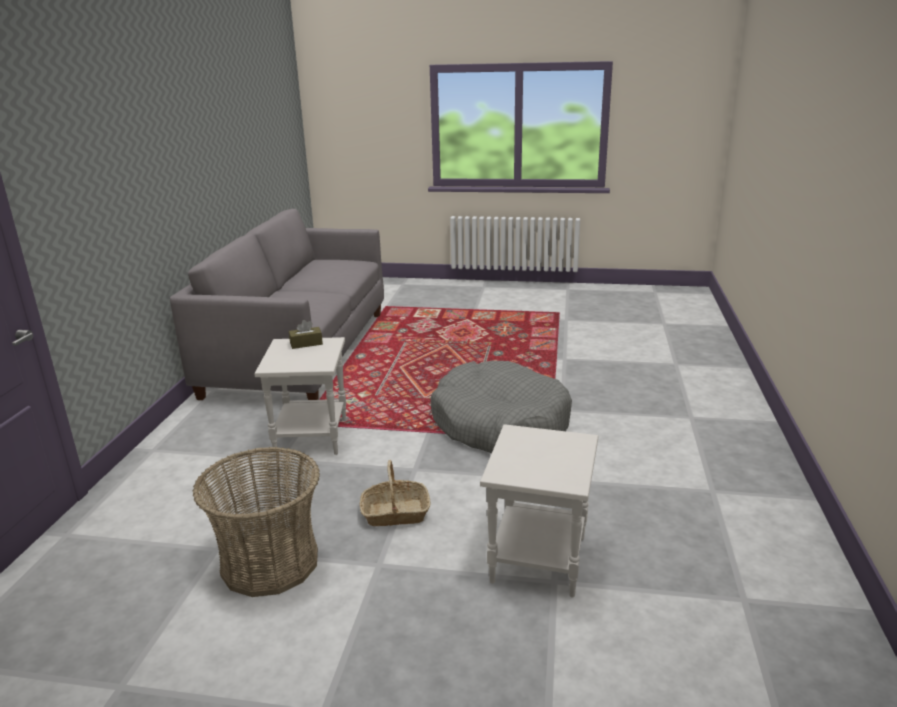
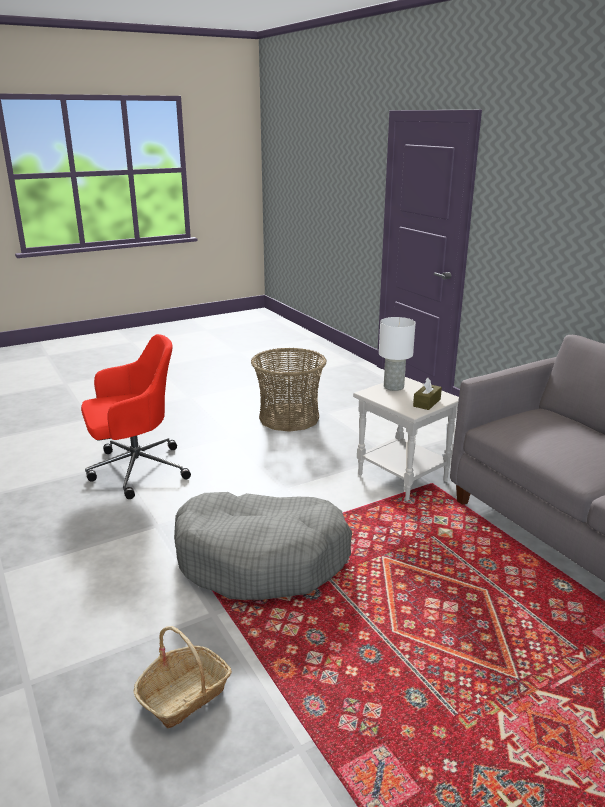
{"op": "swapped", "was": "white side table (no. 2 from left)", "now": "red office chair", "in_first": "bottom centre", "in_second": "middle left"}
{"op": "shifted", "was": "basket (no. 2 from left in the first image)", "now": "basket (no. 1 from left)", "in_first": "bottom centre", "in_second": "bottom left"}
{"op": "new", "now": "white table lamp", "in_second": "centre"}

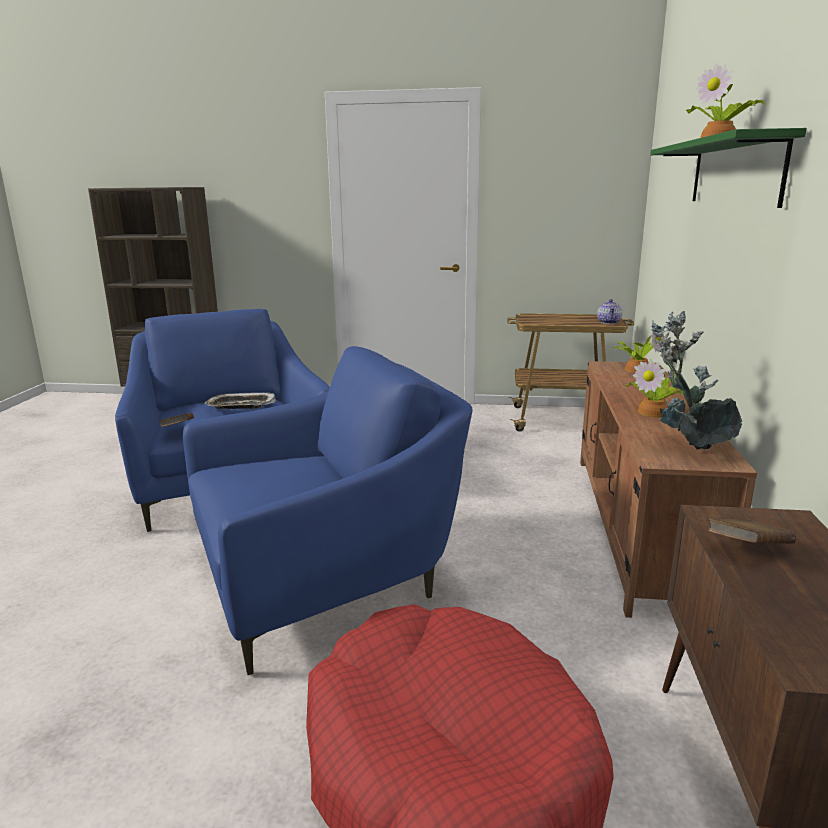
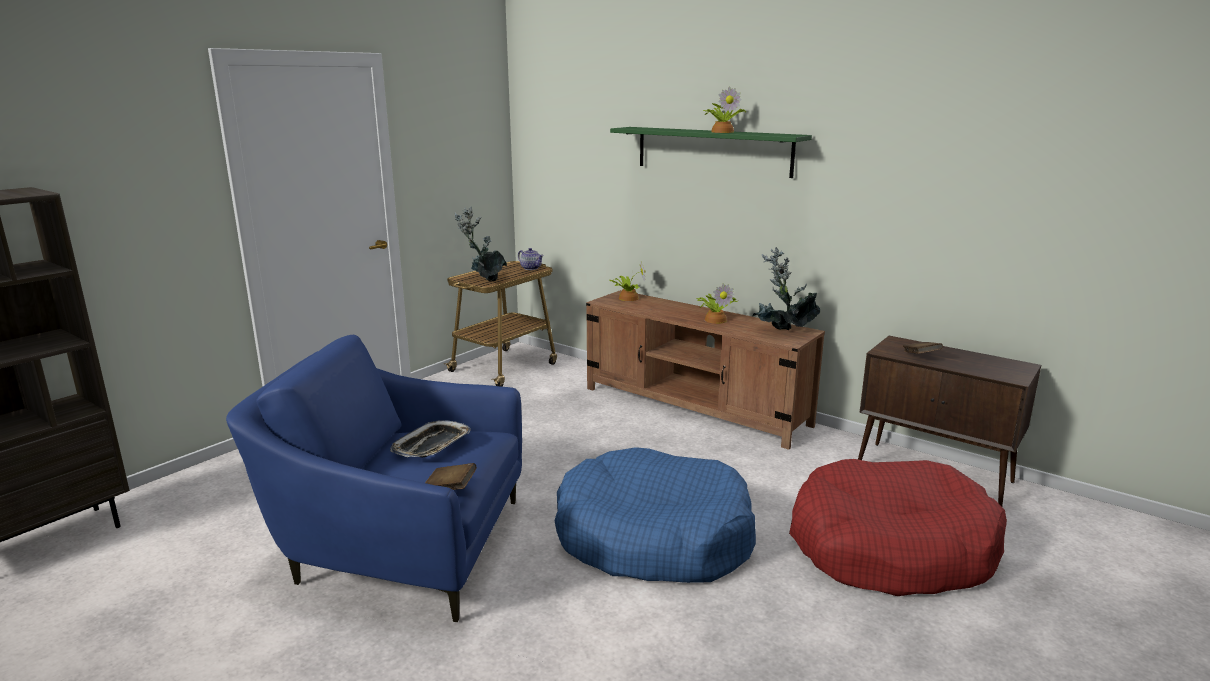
{"op": "new", "now": "potted plant (no. 1 from left)", "in_second": "centre"}
{"op": "swapped", "was": "blue armchair (no. 2 from left)", "now": "blue dog bed", "in_first": "centre", "in_second": "bottom centre"}

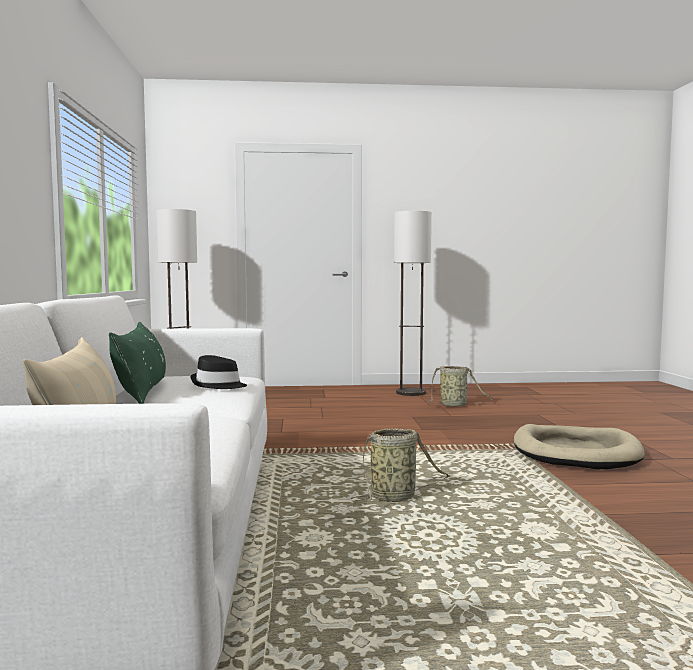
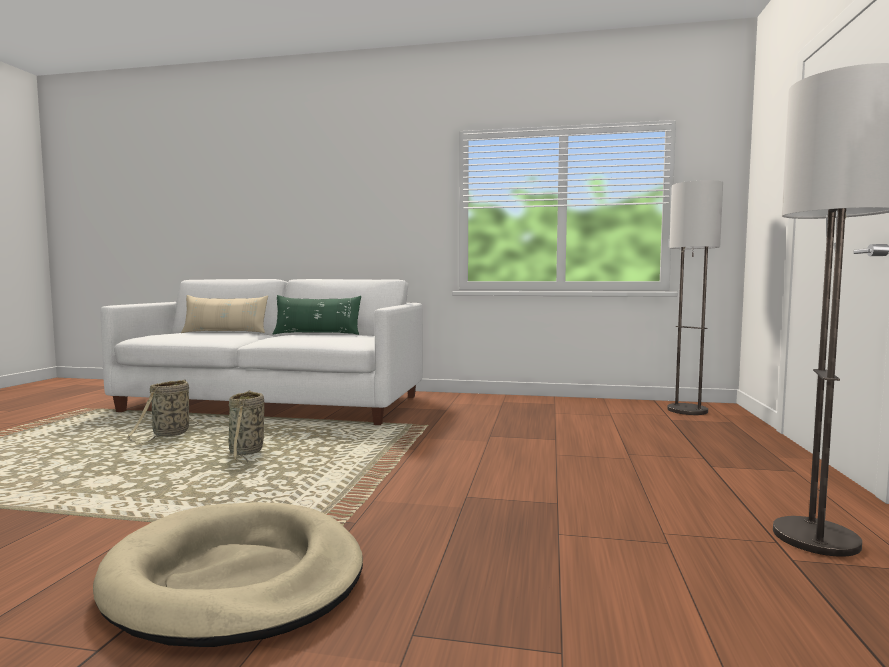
{"op": "shifted", "was": "basket (no. 2 from left in the first image)", "now": "basket (no. 1 from left)", "in_first": "centre", "in_second": "middle left"}
{"op": "gone", "was": "black hat", "in_first": "middle left"}

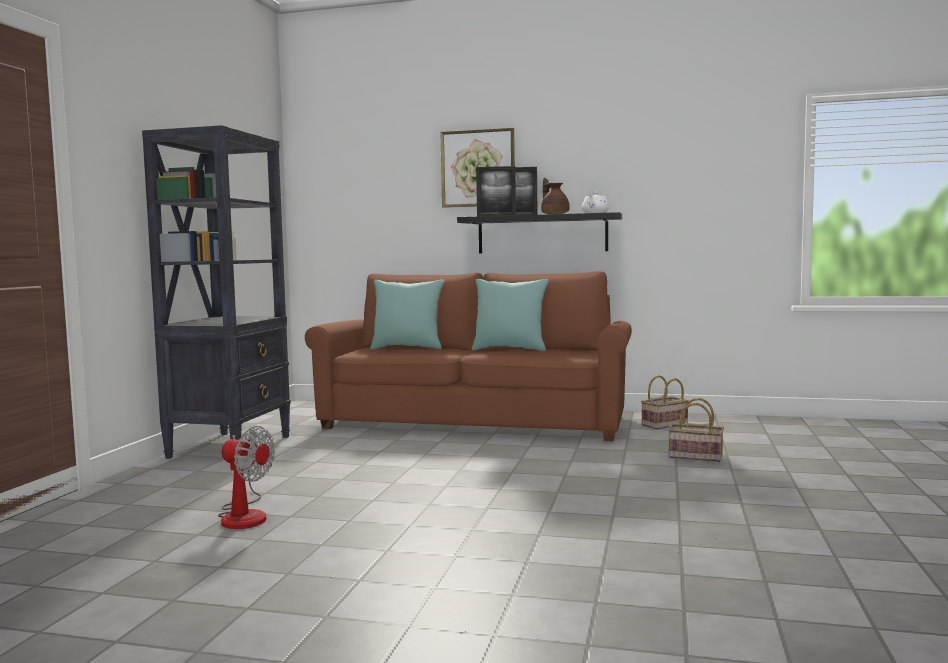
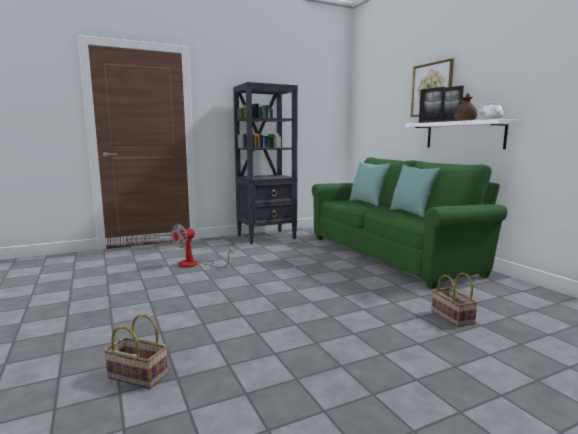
{"op": "shifted", "was": "basket (no. 1 from left)", "in_first": "middle right", "in_second": "bottom left"}
{"op": "rotated", "was": "fan", "in_first": "bottom left", "in_second": "centre", "clockwise": 60}
{"op": "repainted", "was": "brown sofa", "now": "green sofa", "in_first": "centre", "in_second": "middle right"}
{"op": "repainted", "was": "black shelf", "now": "white shelf", "in_first": "centre", "in_second": "top right"}

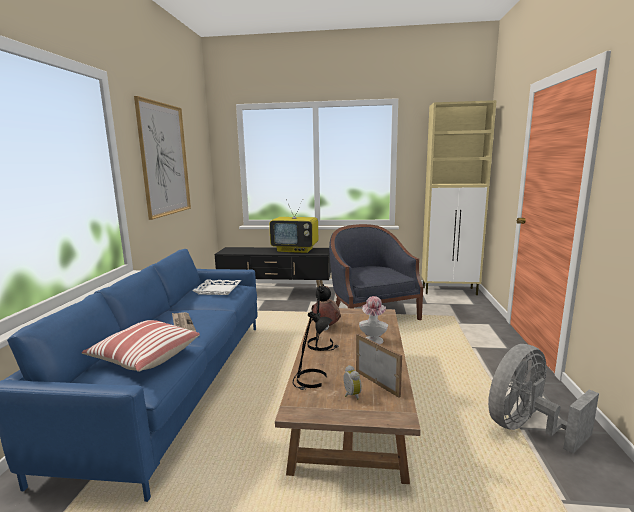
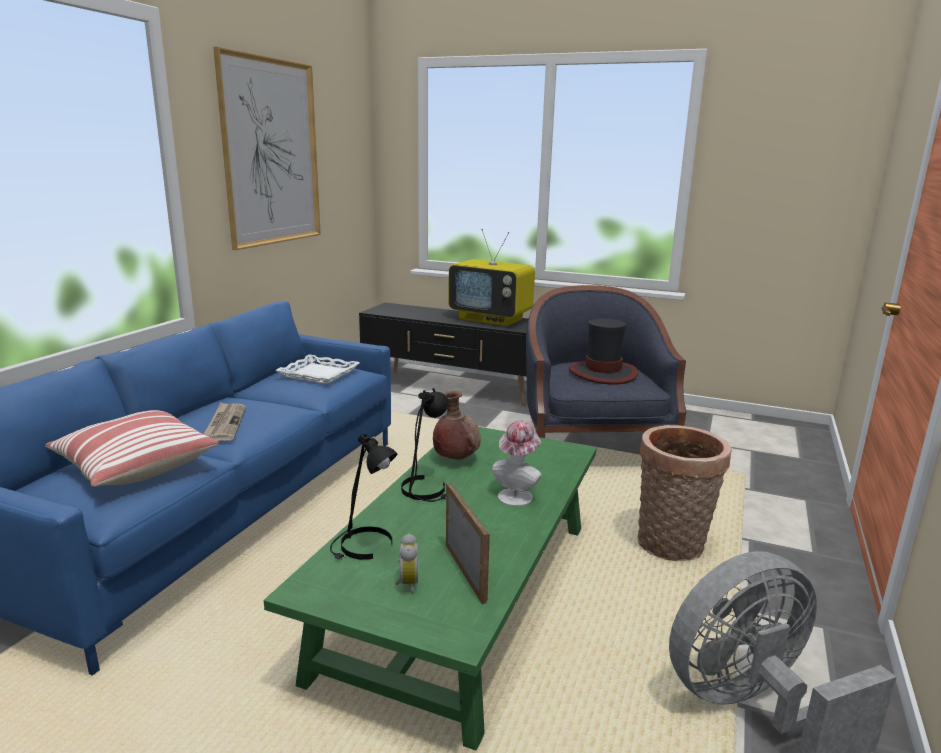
{"op": "repainted", "was": "brown coffee table", "now": "green coffee table", "in_first": "bottom centre", "in_second": "bottom centre"}
{"op": "new", "now": "hat (no. 2 from left)", "in_second": "centre"}
{"op": "new", "now": "basket", "in_second": "middle right"}
{"op": "gone", "was": "beige cabinet", "in_first": "middle right"}

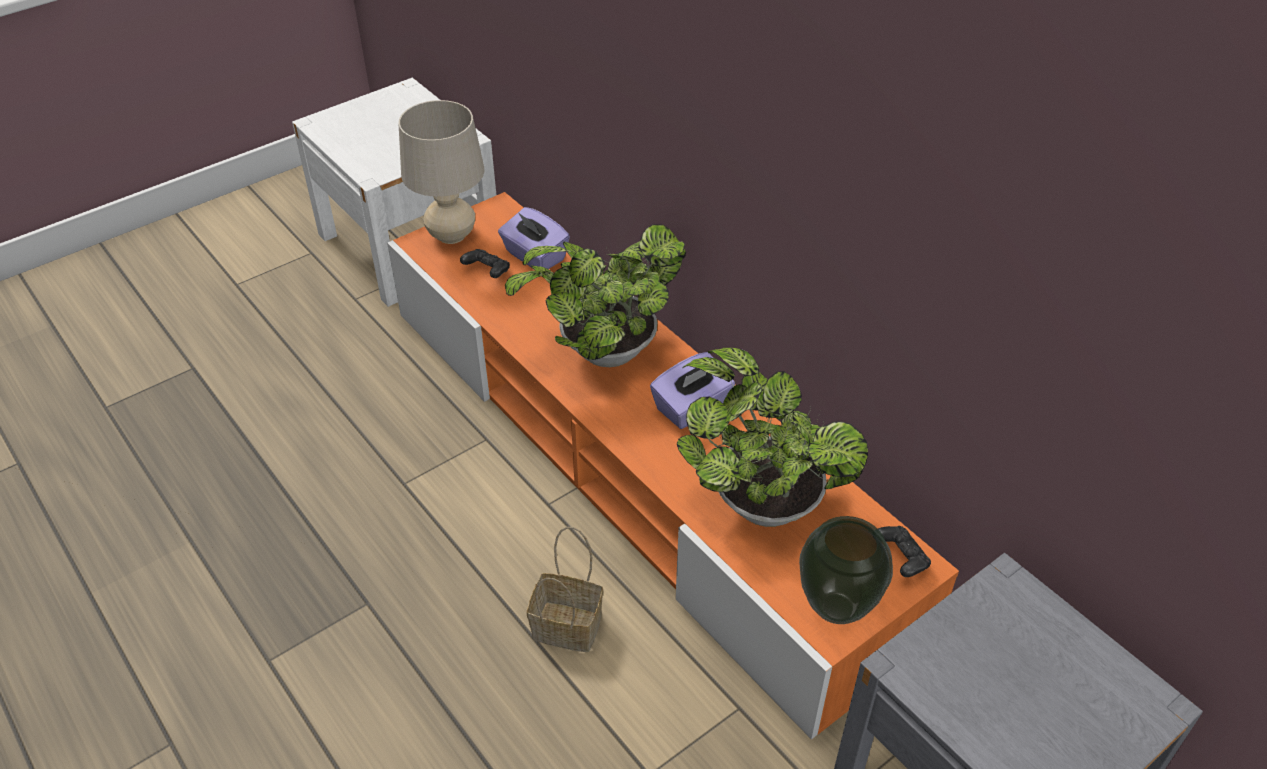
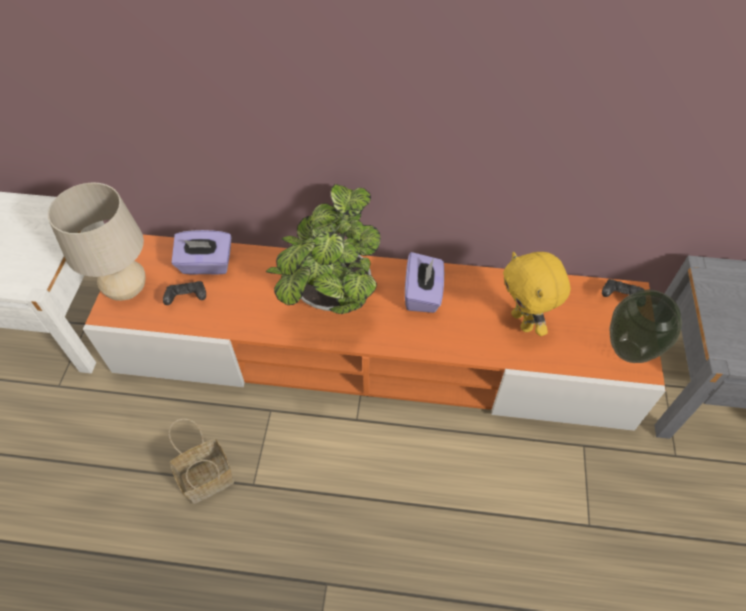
{"op": "shifted", "was": "basket", "in_first": "bottom centre", "in_second": "bottom left"}
{"op": "swapped", "was": "potted plant (no. 2 from left)", "now": "yellow plush toy", "in_first": "centre", "in_second": "middle right"}

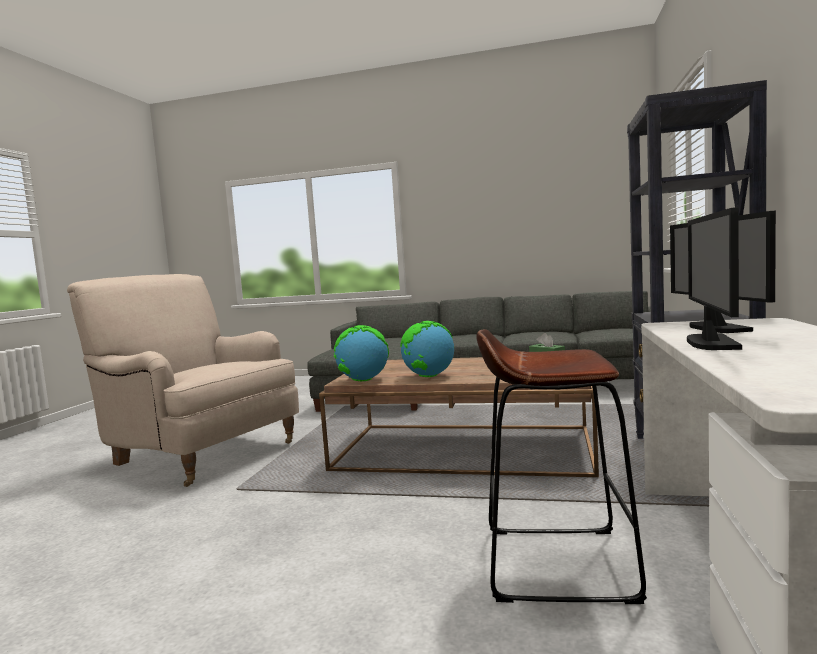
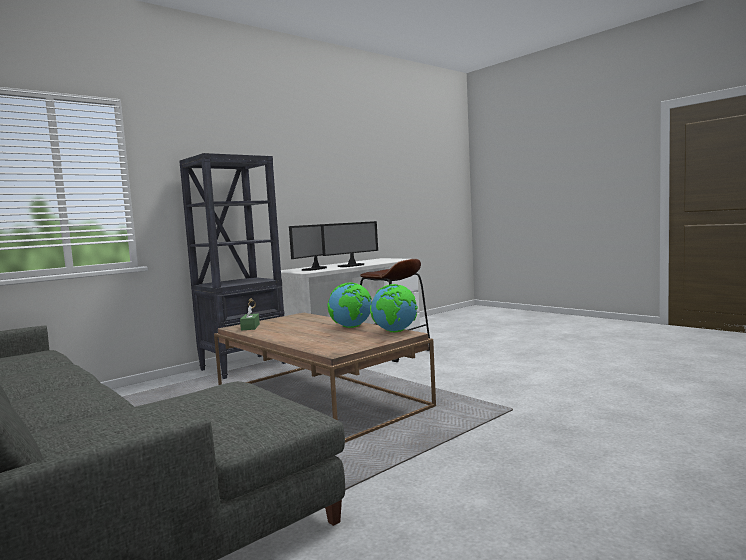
{"op": "gone", "was": "beige armchair", "in_first": "middle left"}

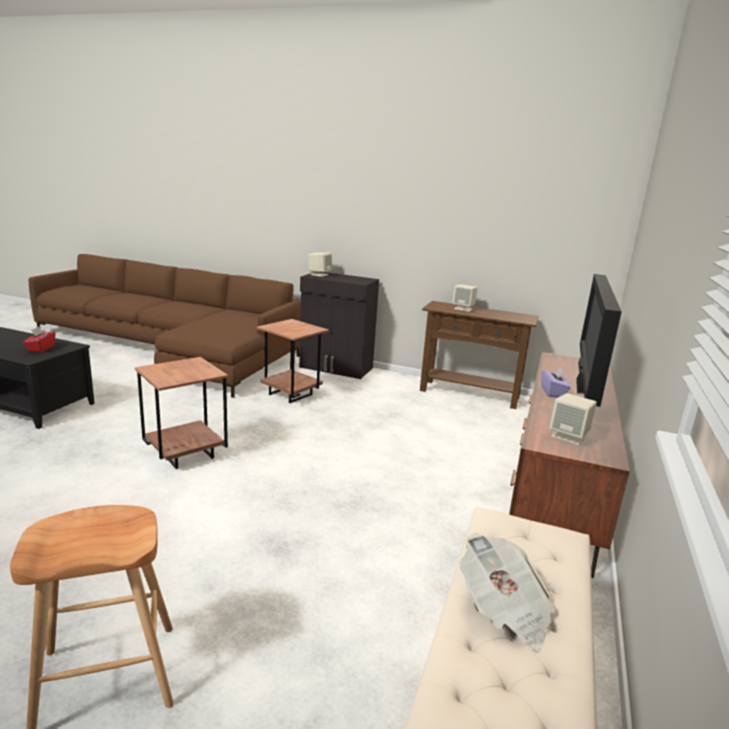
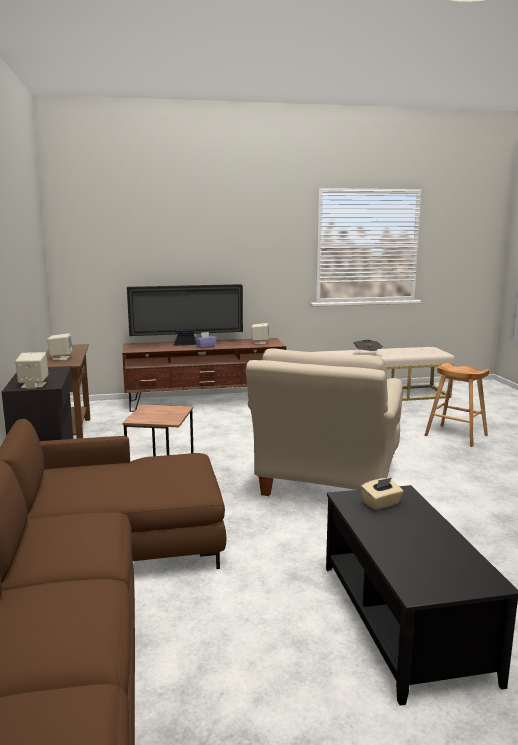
{"op": "swapped", "was": "brown side table (no. 1 from left)", "now": "beige armchair", "in_first": "middle left", "in_second": "centre"}
{"op": "repainted", "was": "red tissue box", "now": "beige tissue box", "in_first": "middle left", "in_second": "middle right"}

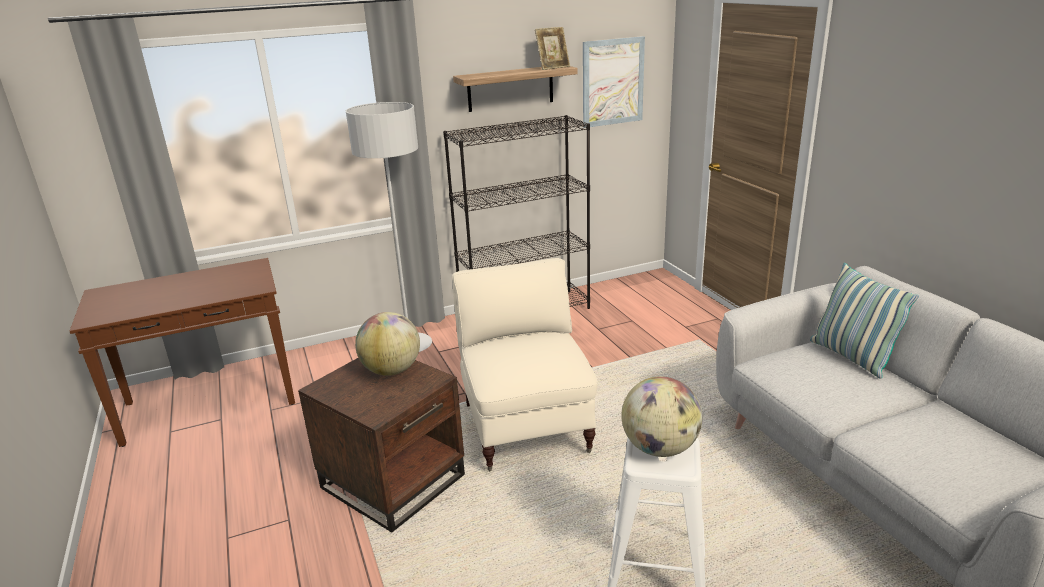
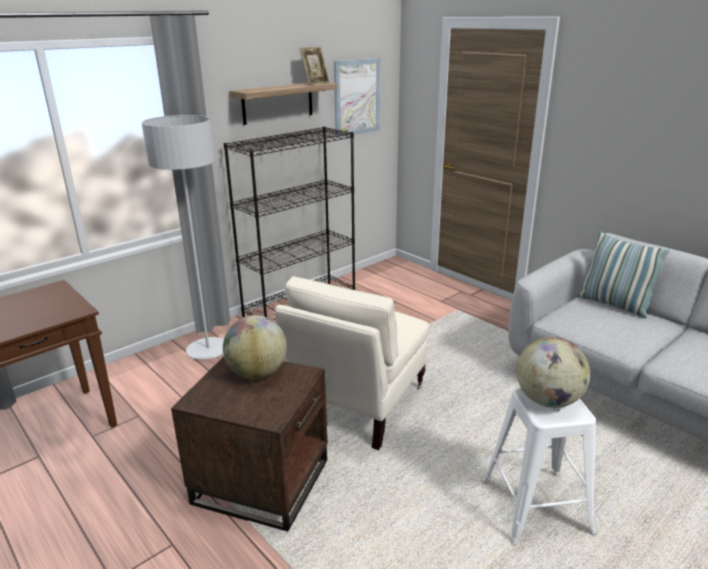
{"op": "rotated", "was": "beige armchair", "in_first": "centre", "in_second": "centre", "clockwise": -120}

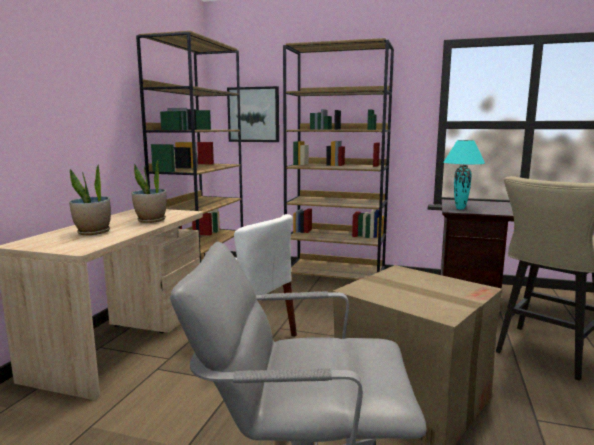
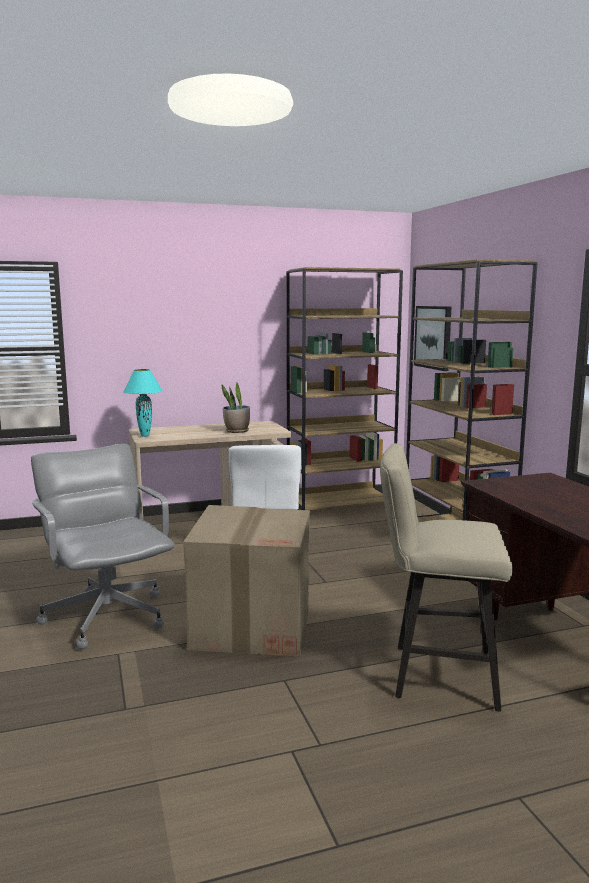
{"op": "shifted", "was": "turquoise table lamp", "in_first": "middle right", "in_second": "middle left"}
{"op": "gone", "was": "potted plant (no. 1 from left)", "in_first": "middle left"}

